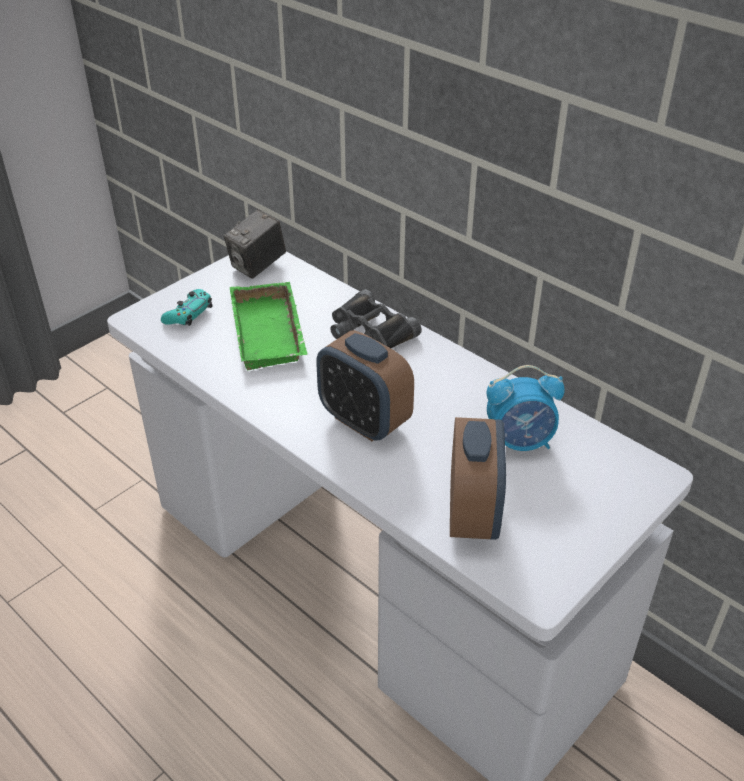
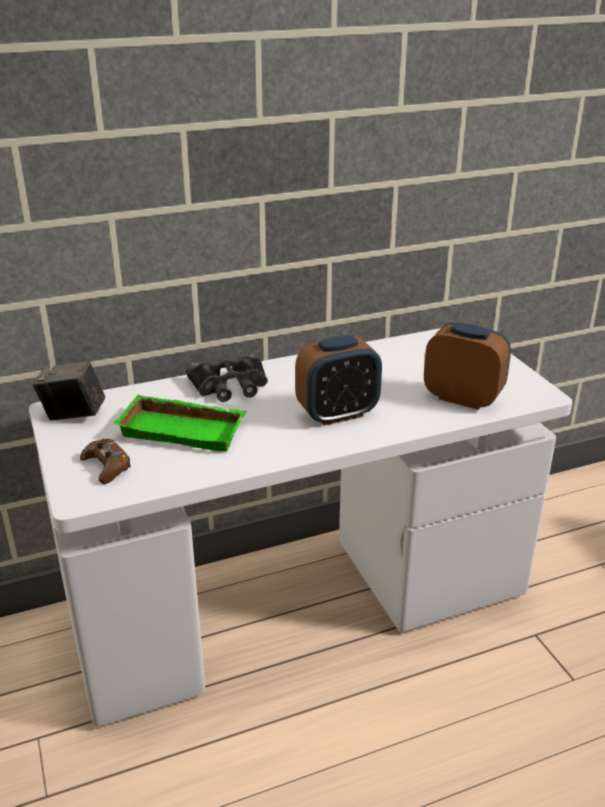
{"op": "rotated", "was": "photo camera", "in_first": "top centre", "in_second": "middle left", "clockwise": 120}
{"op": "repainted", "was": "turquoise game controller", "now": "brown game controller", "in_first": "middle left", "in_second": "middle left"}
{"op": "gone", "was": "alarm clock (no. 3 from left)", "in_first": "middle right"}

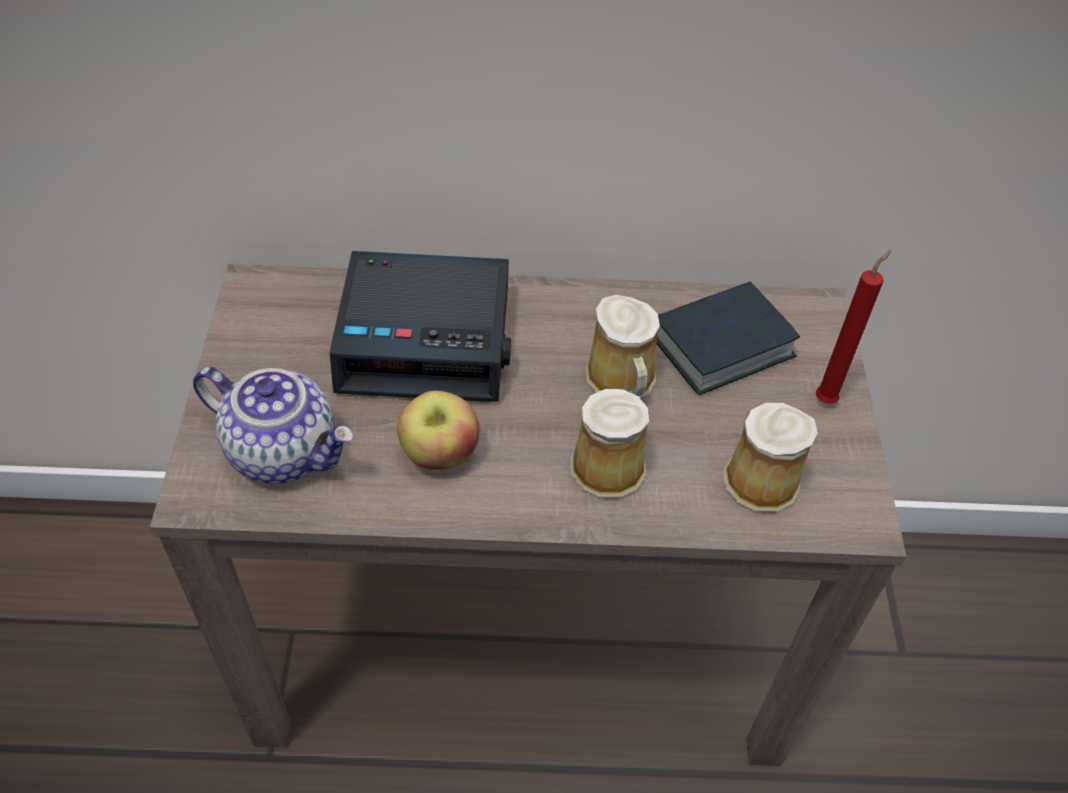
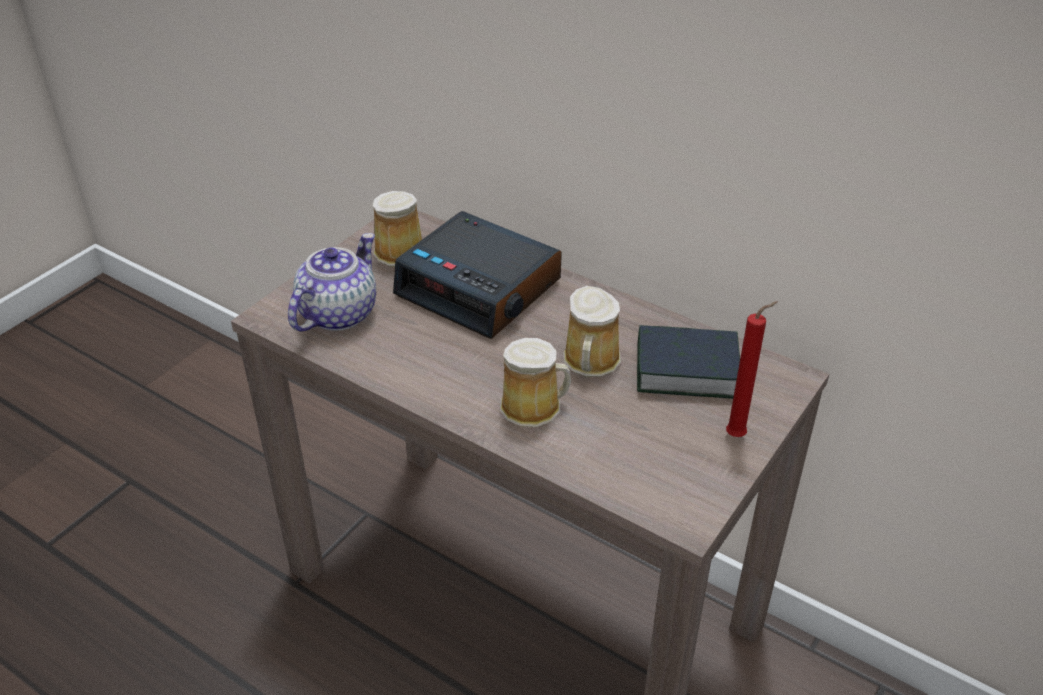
{"op": "rotated", "was": "teapot", "in_first": "middle left", "in_second": "middle left", "clockwise": -120}
{"op": "shifted", "was": "mug (no. 3 from left in the first image)", "now": "mug (no. 1 from left)", "in_first": "middle right", "in_second": "top centre"}
{"op": "gone", "was": "apple", "in_first": "centre"}

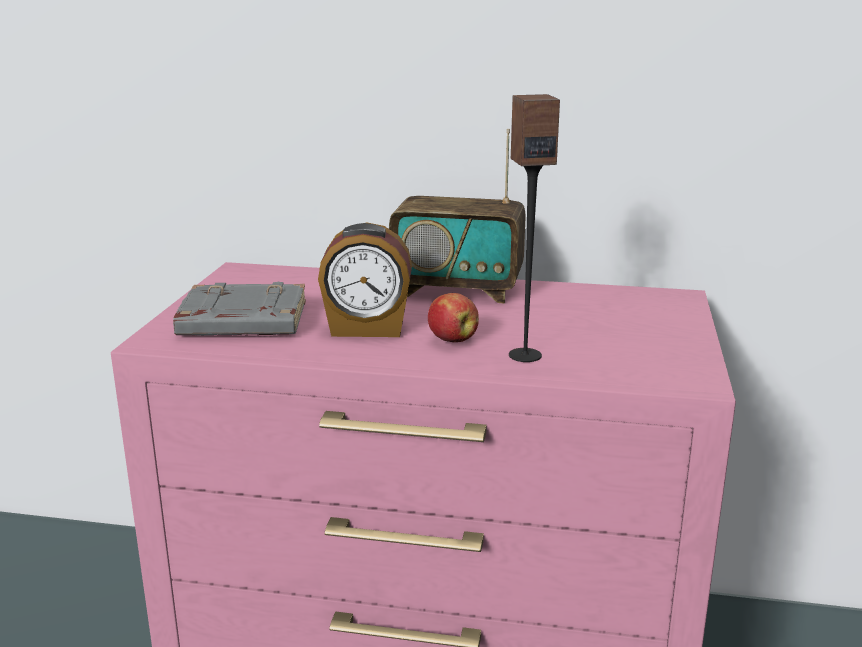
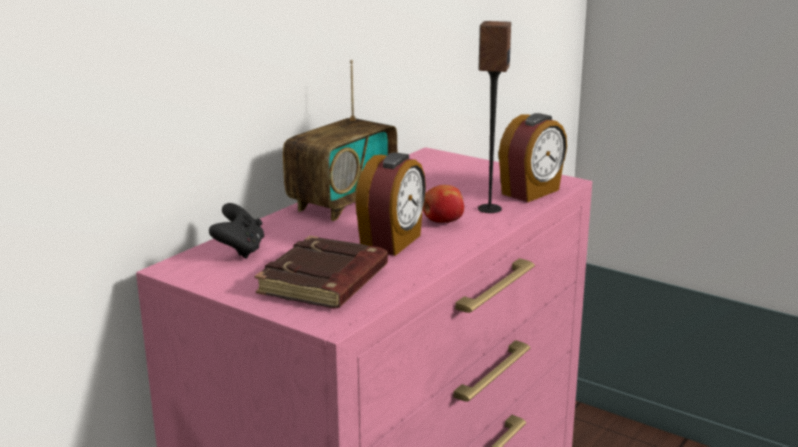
{"op": "new", "now": "black game controller", "in_second": "middle left"}
{"op": "repainted", "was": "grey book", "now": "brown book", "in_first": "middle left", "in_second": "centre"}
{"op": "new", "now": "alarm clock (no. 2 from left)", "in_second": "middle right"}

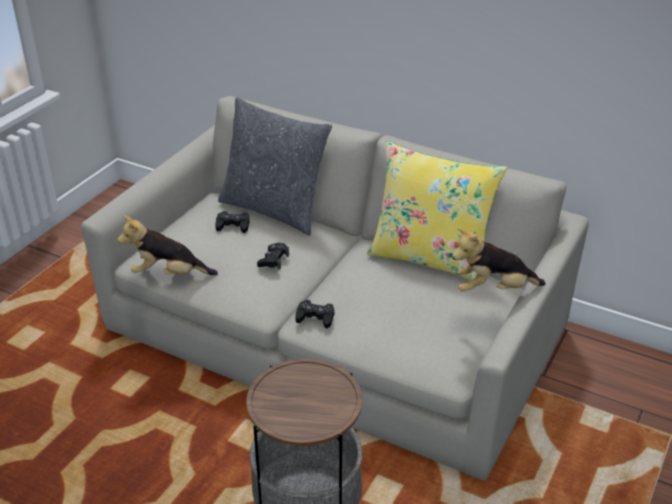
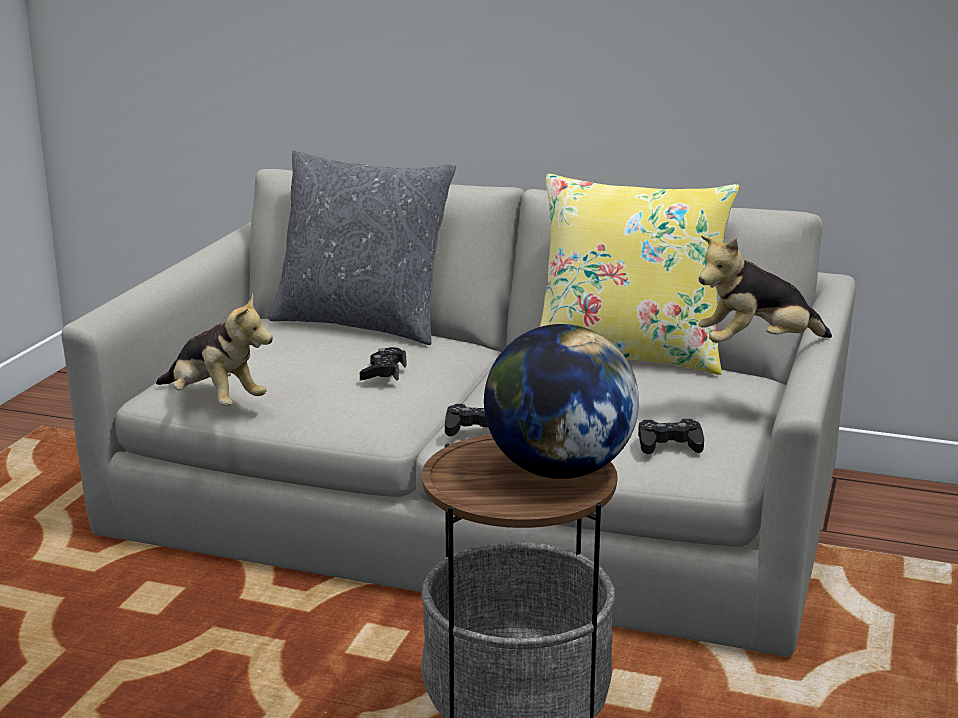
{"op": "rotated", "was": "plush toy (no. 1 from left)", "in_first": "middle left", "in_second": "middle left", "clockwise": -135}
{"op": "new", "now": "globe", "in_second": "centre"}
{"op": "shifted", "was": "black game controller (no. 1 from left in the first image)", "now": "black game controller (no. 3 from left)", "in_first": "centre", "in_second": "middle right"}

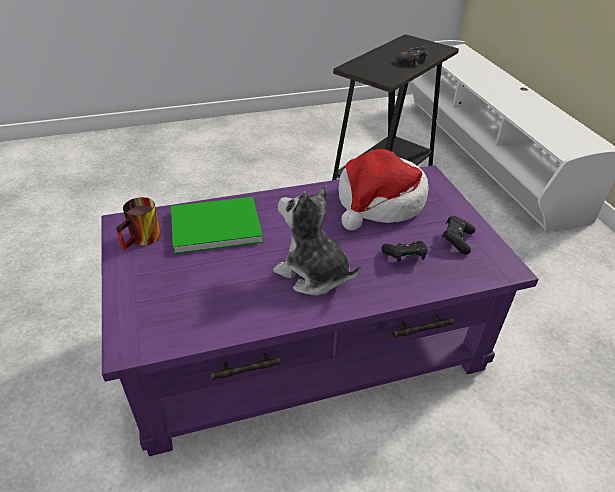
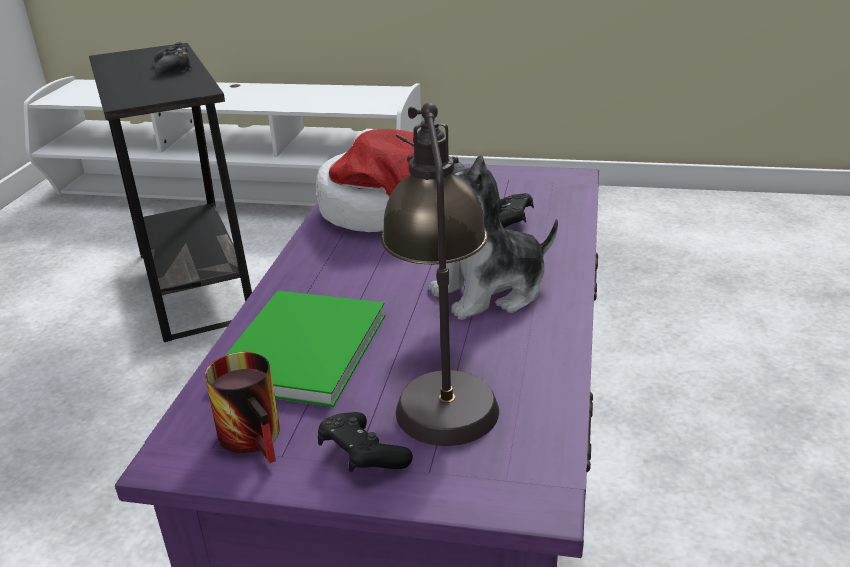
{"op": "shifted", "was": "black game controller (no. 3 from left in the first image)", "now": "black game controller (no. 2 from left)", "in_first": "middle right", "in_second": "bottom centre"}
{"op": "new", "now": "table lamp", "in_second": "centre"}

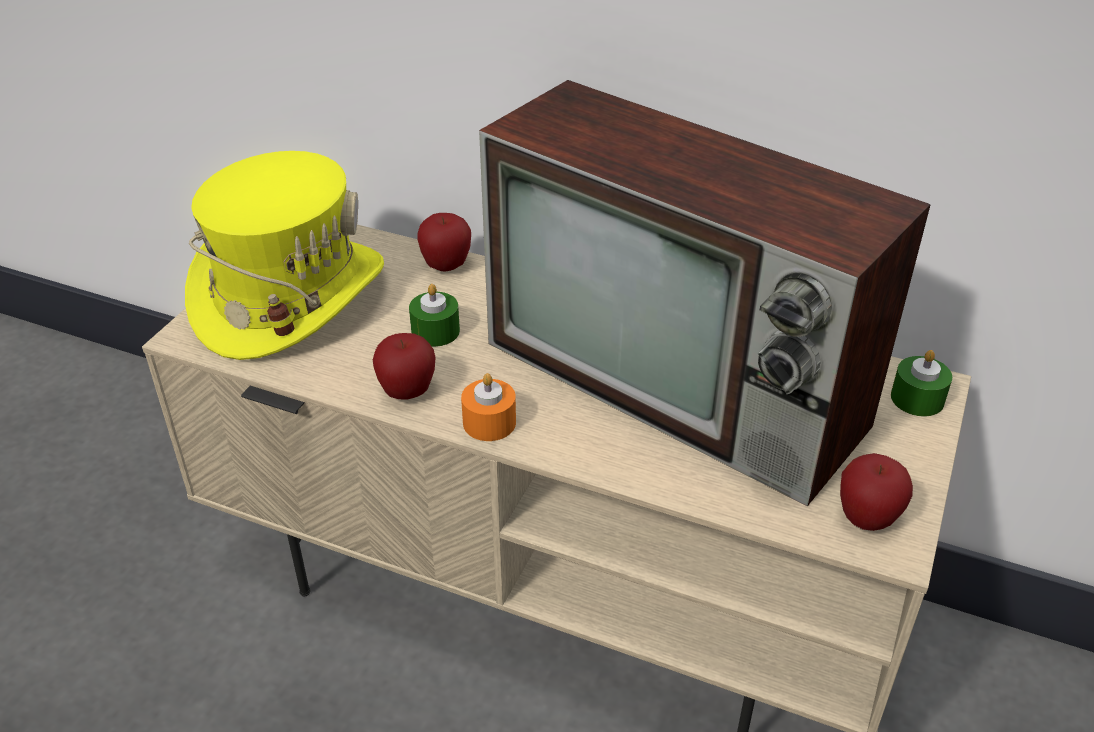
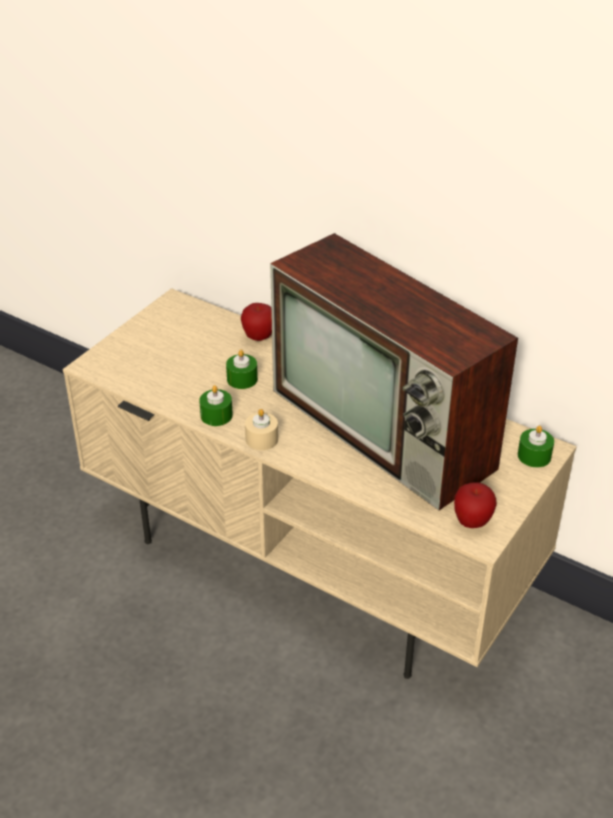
{"op": "swapped", "was": "apple (no. 1 from left)", "now": "green candle (no. 1 from left)", "in_first": "centre", "in_second": "centre"}
{"op": "repainted", "was": "orange candle", "now": "beige candle", "in_first": "centre", "in_second": "centre"}
{"op": "gone", "was": "yellow hat", "in_first": "middle left"}

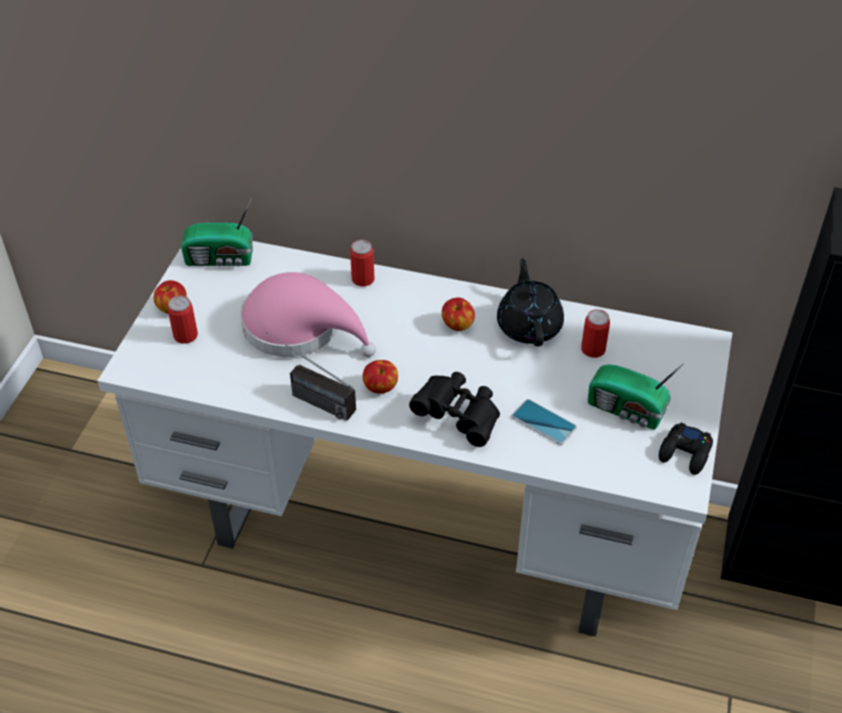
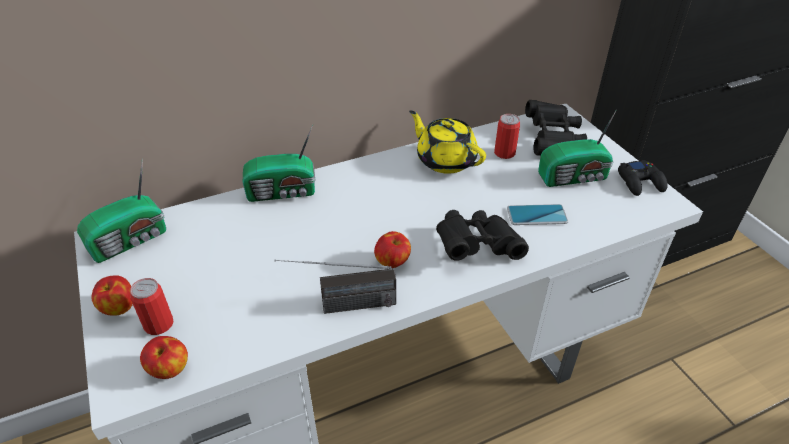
{"op": "shifted", "was": "apple (no. 3 from left in the first image)", "now": "apple (no. 2 from left)", "in_first": "centre", "in_second": "bottom left"}
{"op": "swapped", "was": "can (no. 2 from left)", "now": "radio (no. 2 from left)", "in_first": "centre", "in_second": "centre"}
{"op": "repainted", "was": "black teapot", "now": "yellow teapot", "in_first": "centre", "in_second": "top centre"}
{"op": "new", "now": "black binoculars (no. 2 from left)", "in_second": "top right"}
{"op": "gone", "was": "pink hat", "in_first": "centre"}

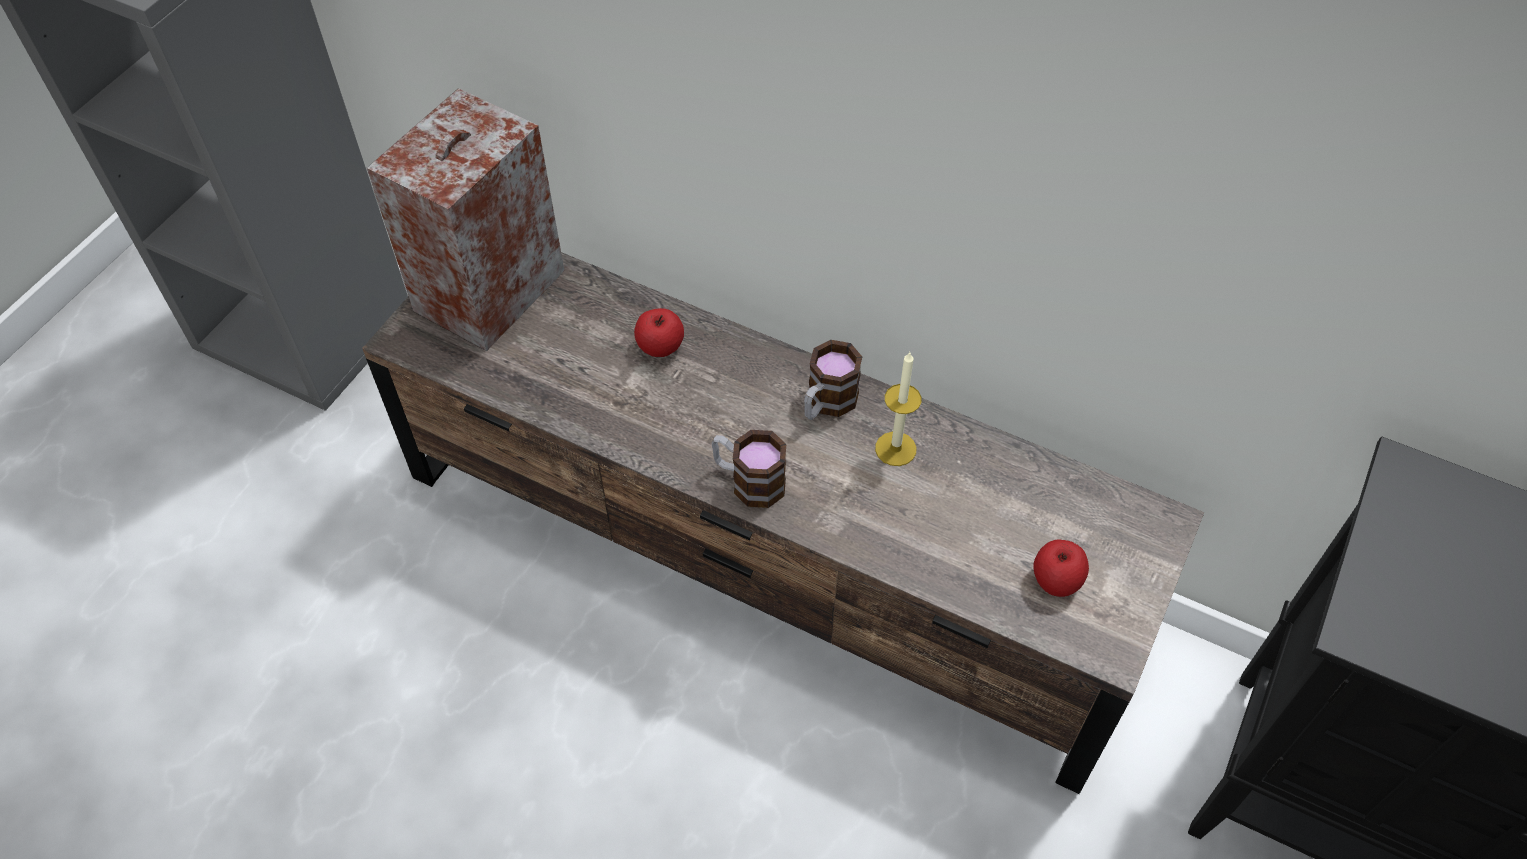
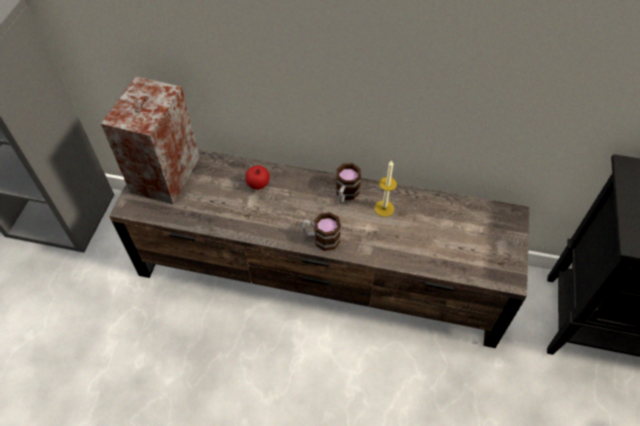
{"op": "gone", "was": "apple (no. 2 from left)", "in_first": "middle right"}

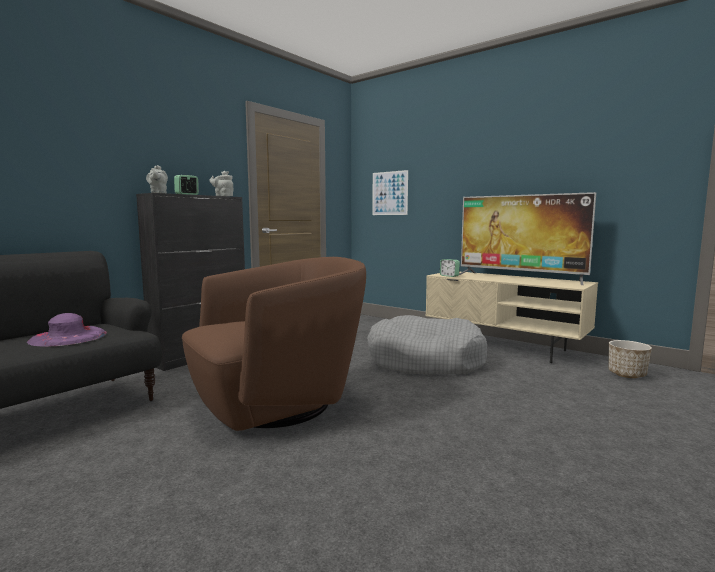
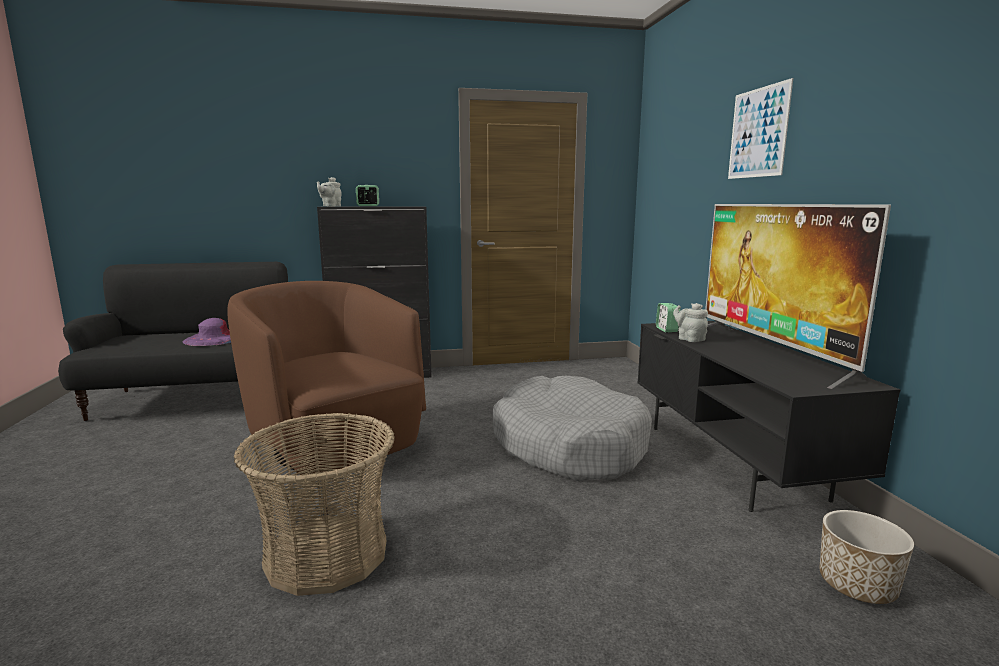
{"op": "rotated", "was": "brown armchair", "in_first": "centre", "in_second": "middle left", "clockwise": -135}
{"op": "new", "now": "basket", "in_second": "bottom left"}
{"op": "repainted", "was": "beige tv stand", "now": "black tv stand", "in_first": "middle right", "in_second": "middle right"}
{"op": "shifted", "was": "grey teapot (no. 2 from left)", "in_first": "top left", "in_second": "middle right"}
{"op": "shifted", "was": "picture", "in_first": "centre", "in_second": "top right"}

